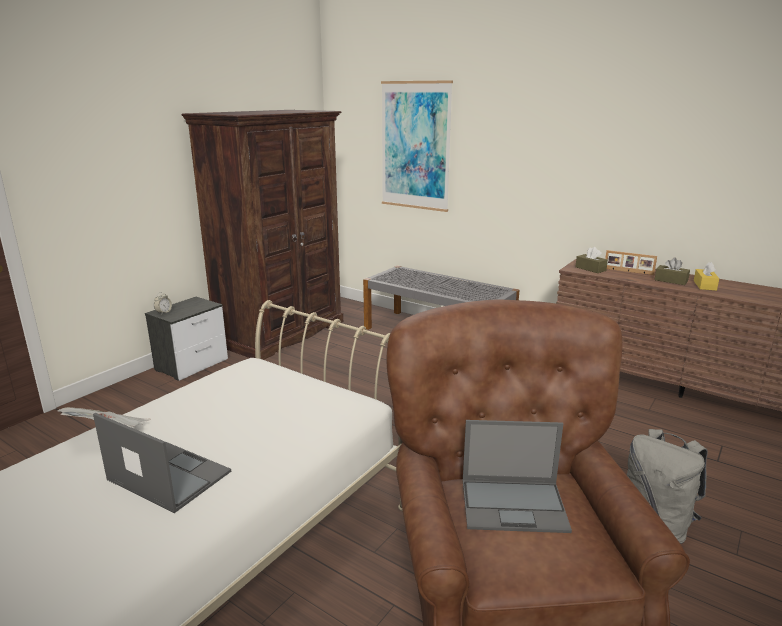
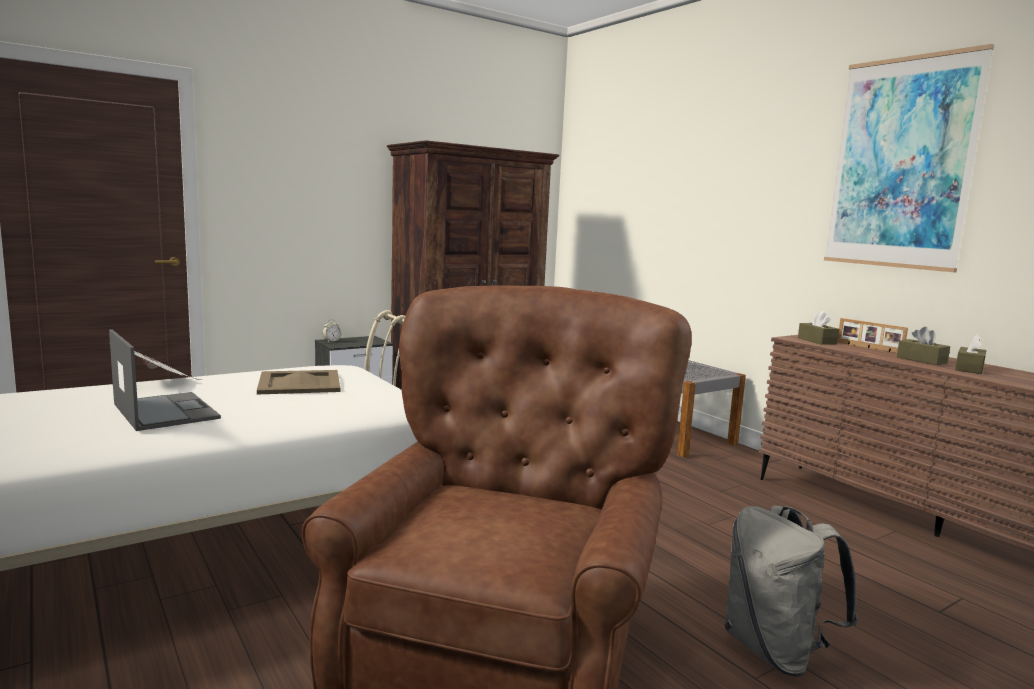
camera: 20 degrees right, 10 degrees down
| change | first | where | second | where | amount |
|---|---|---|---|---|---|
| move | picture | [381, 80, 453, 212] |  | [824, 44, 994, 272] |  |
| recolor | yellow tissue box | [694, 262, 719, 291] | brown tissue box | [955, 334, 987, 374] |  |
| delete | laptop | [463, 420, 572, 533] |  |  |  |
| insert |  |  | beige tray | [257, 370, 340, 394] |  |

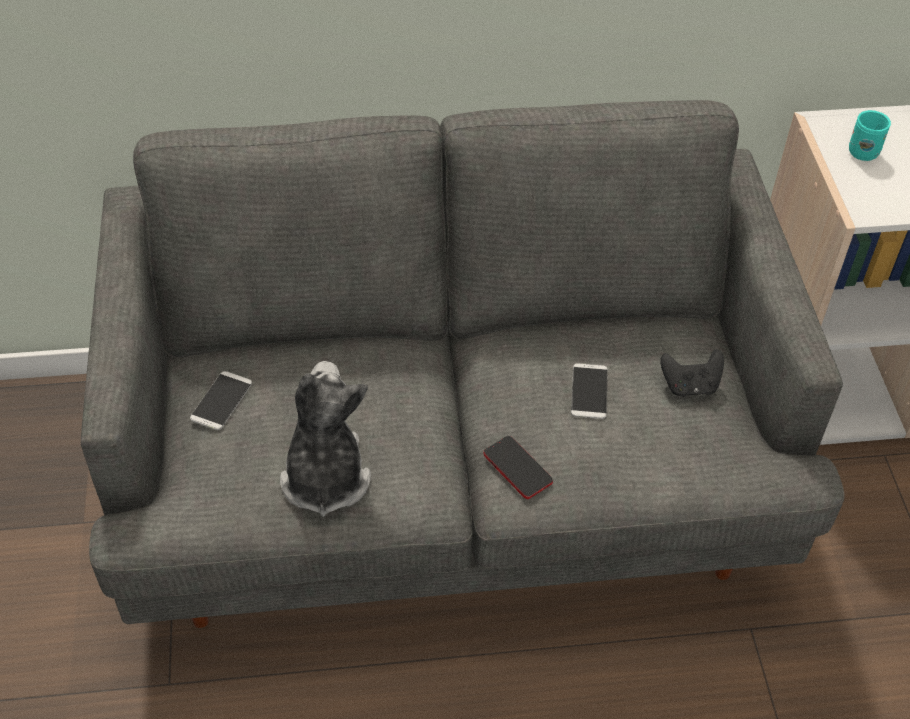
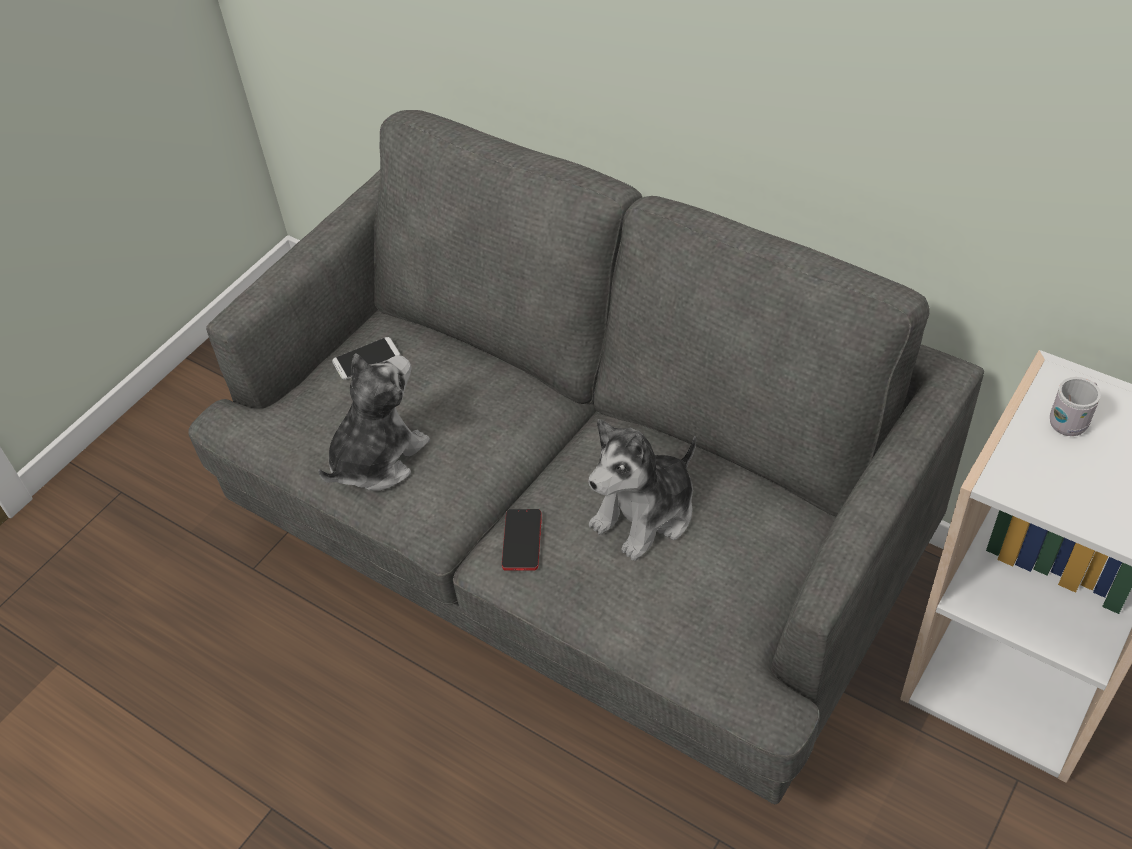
camera: 45 degrees right, 0 degrees up
| change | first | where | second | where | amount |
|---|---|---|---|---|---|
| recolor | turquoise mug | [849, 110, 891, 161] | white mug | [1050, 377, 1101, 436] |  |
| delete | black game controller | [660, 349, 724, 397] |  |  |  |
| replace | phone | [571, 363, 608, 419] | plush toy | [588, 419, 696, 561] |  |

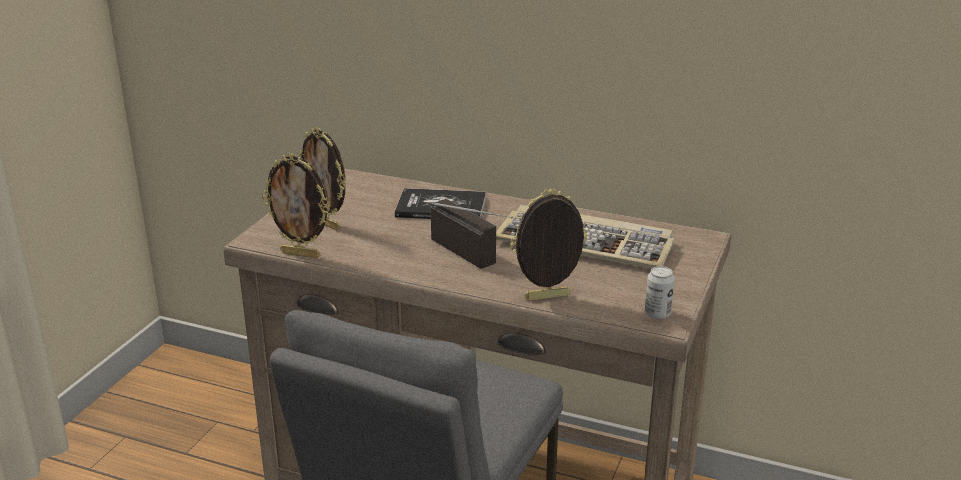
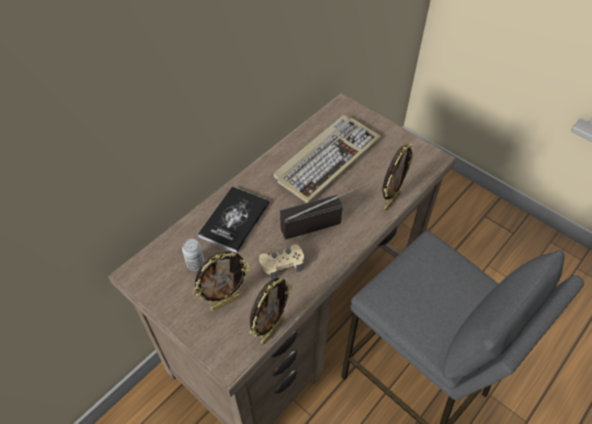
camera: 70 degrees left, 25 degrees up
| change | first | where | second | where | amount |
|---|---|---|---|---|---|
| rotate | picture frame | [510, 189, 587, 300] |  | [382, 144, 413, 211] | 150 degrees counterclockwise |
| move | can | [645, 266, 675, 319] |  | [182, 239, 205, 271] |  |
| insert |  |  | beige game controller | [259, 244, 304, 280] |  |

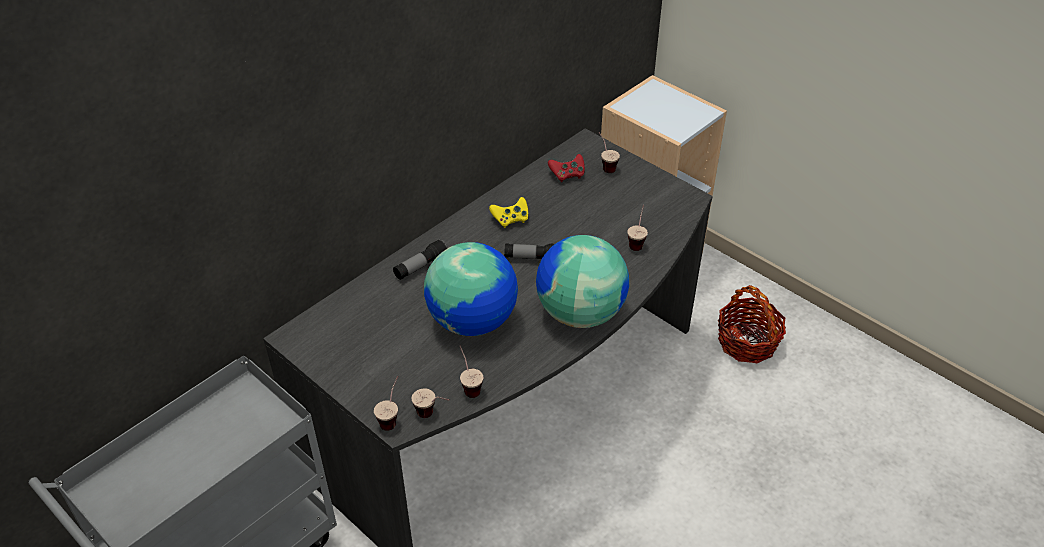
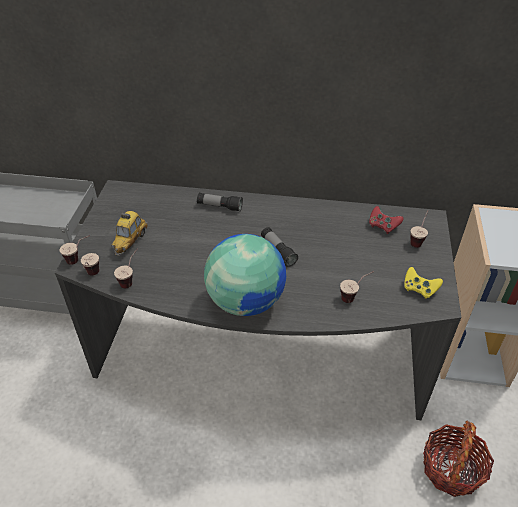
camera: 55 degrees right, 0 degrees up
| change | first | where | second | where | amount |
|---|---|---|---|---|---|
| move | yellow game controller | [489, 197, 528, 228] |  | [404, 267, 443, 299] |  |
| delete | globe | [424, 242, 518, 336] |  |  |  |
| insert |  |  | toy car | [111, 211, 148, 256] |  |

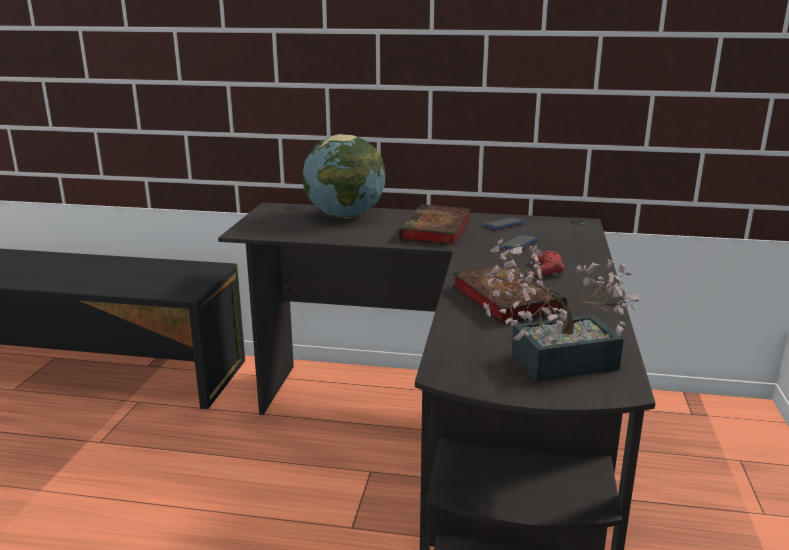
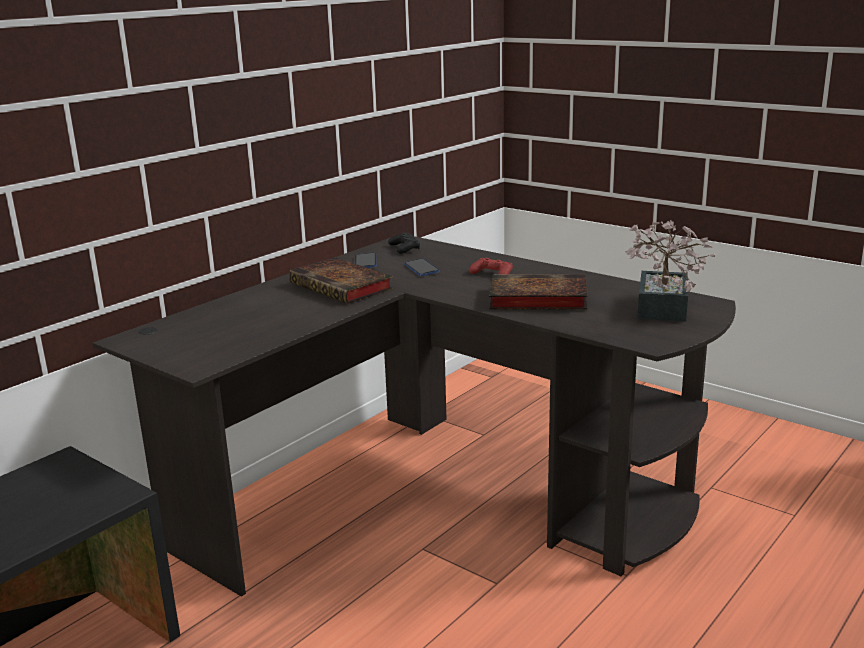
camera: 60 degrees left, 0 degrees up
| change | first | where | second | where | amount |
|---|---|---|---|---|---|
| delete | globe | [302, 134, 386, 218] |  |  |  |
| insert |  |  | black game controller | [388, 233, 420, 254] |  |

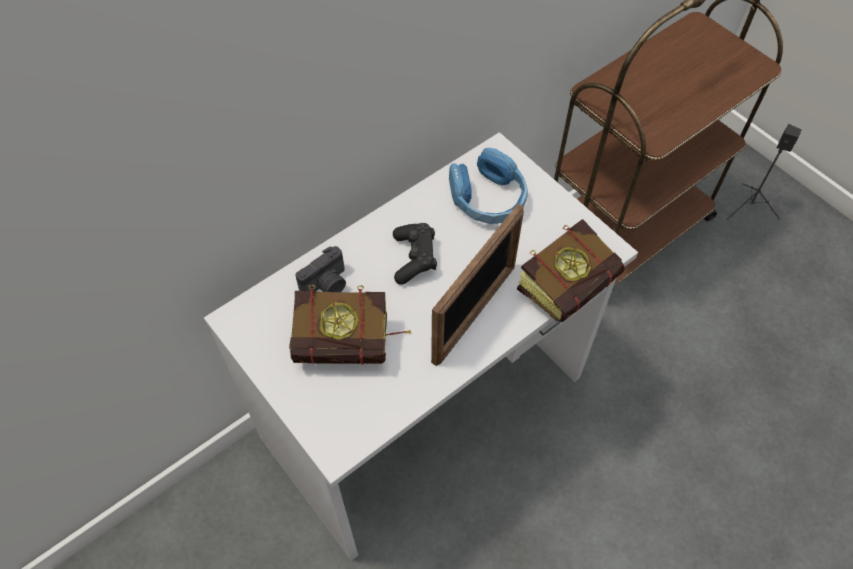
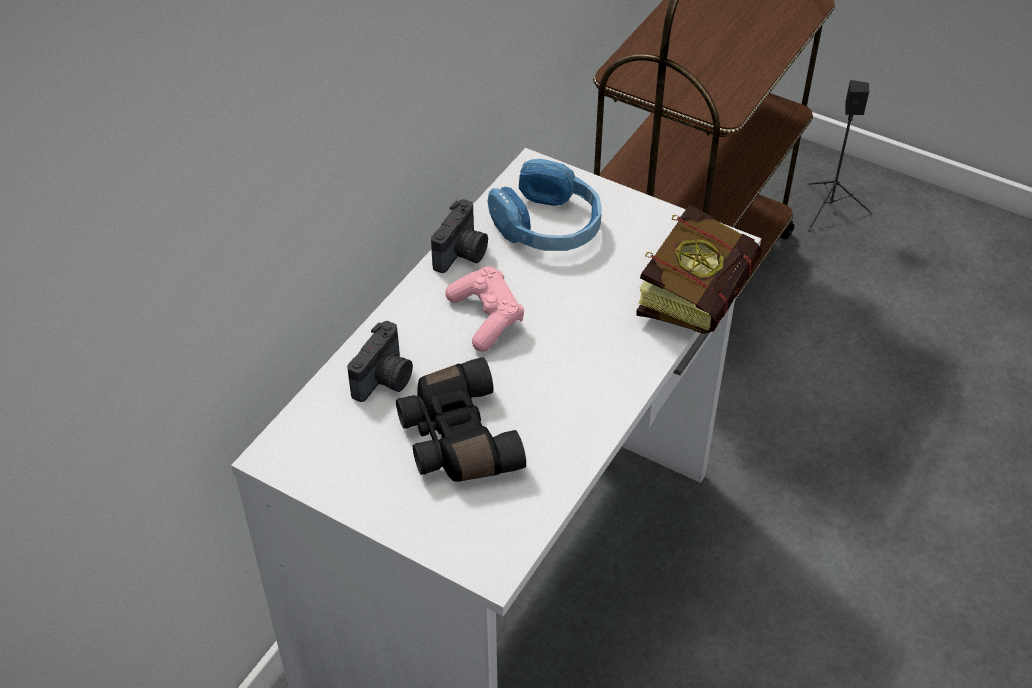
camera: 20 degrees left, 10 degrees down
| change | first | where | second | where | amount |
|---|---|---|---|---|---|
| delete | picture frame | [431, 204, 524, 366] |  |  |  |
| recolor | black game controller | [393, 223, 437, 285] | pink game controller | [446, 266, 524, 352] |  |
| replace | book | [289, 285, 411, 364] | black binoculars | [396, 357, 526, 482] |  |
| insert |  |  | photo camera | [431, 199, 488, 273] |  |

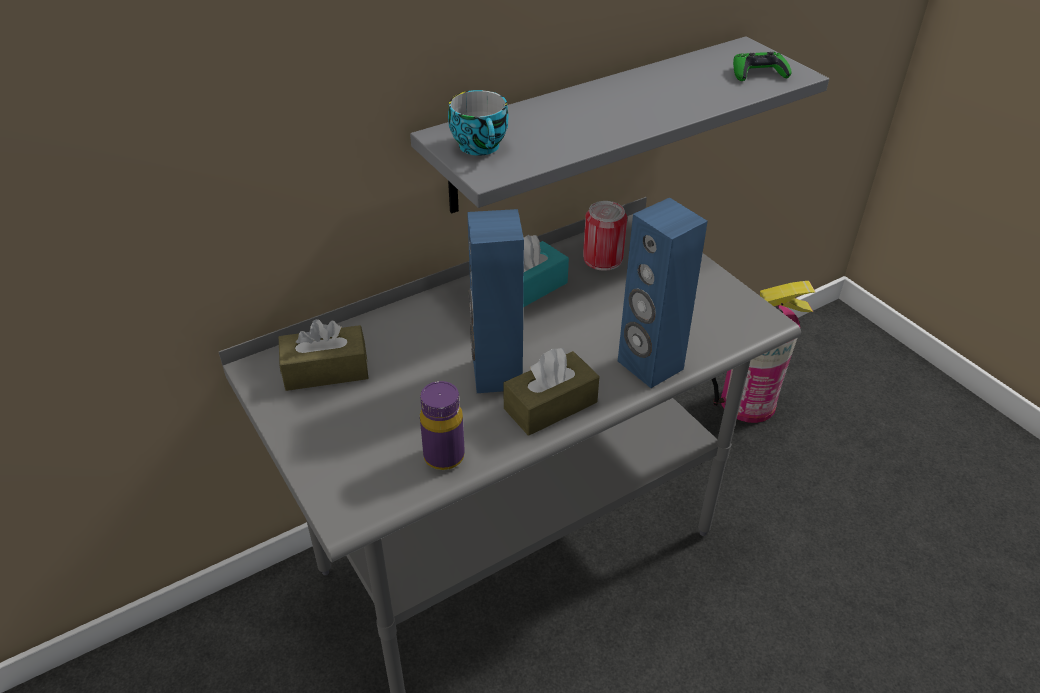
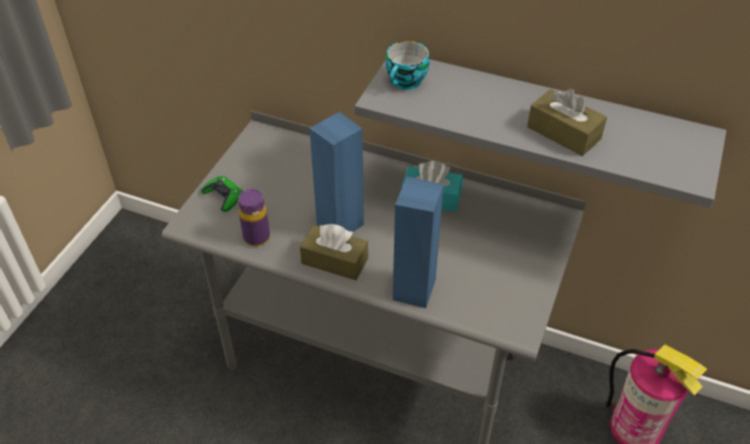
camera: 55 degrees right, 5 degrees up
| change | first | where | second | where | amount |
|---|---|---|---|---|---|
| move | green game controller | [733, 52, 792, 81] |  | [201, 176, 243, 212] |  |
| delete | can | [583, 201, 627, 271] |  |  |  |
| move | brown tissue box | [279, 319, 368, 391] |  | [527, 89, 607, 156] |  |

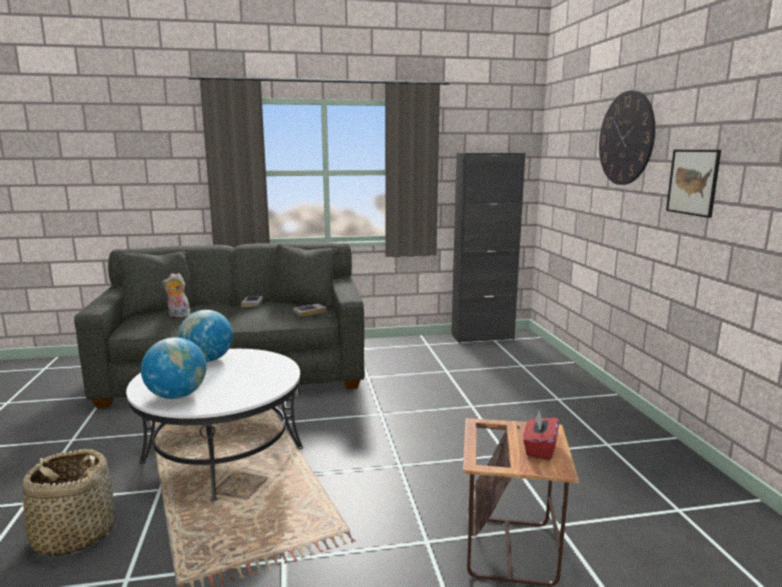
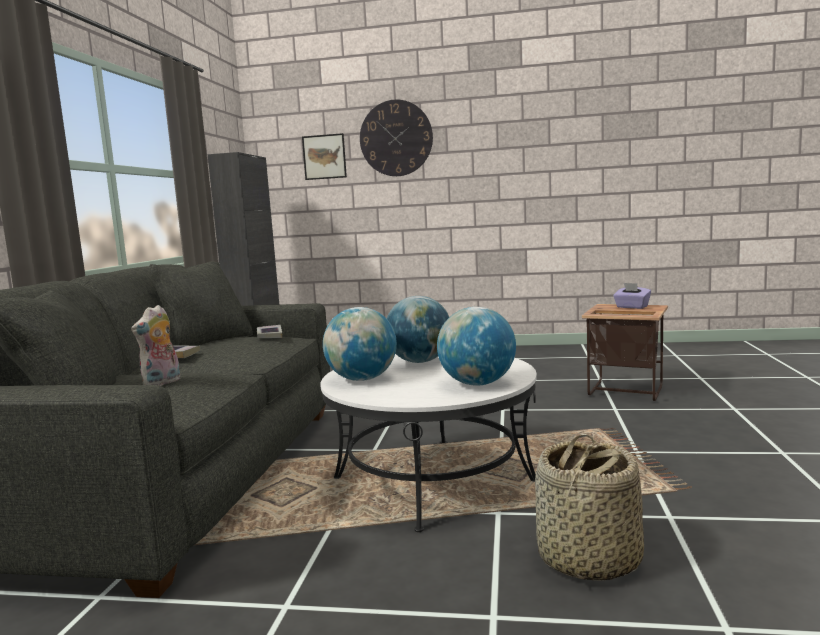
camera: 70 degrees left, 5 degrees down
| change | first | where | second | where | amount |
|---|---|---|---|---|---|
| move | picture | [666, 150, 721, 218] |  | [302, 133, 347, 180] |  |
| recolor | red tissue box | [523, 410, 559, 460] | purple tissue box | [613, 283, 651, 309] |  |
| insert |  |  | globe | [387, 296, 449, 363] |  |

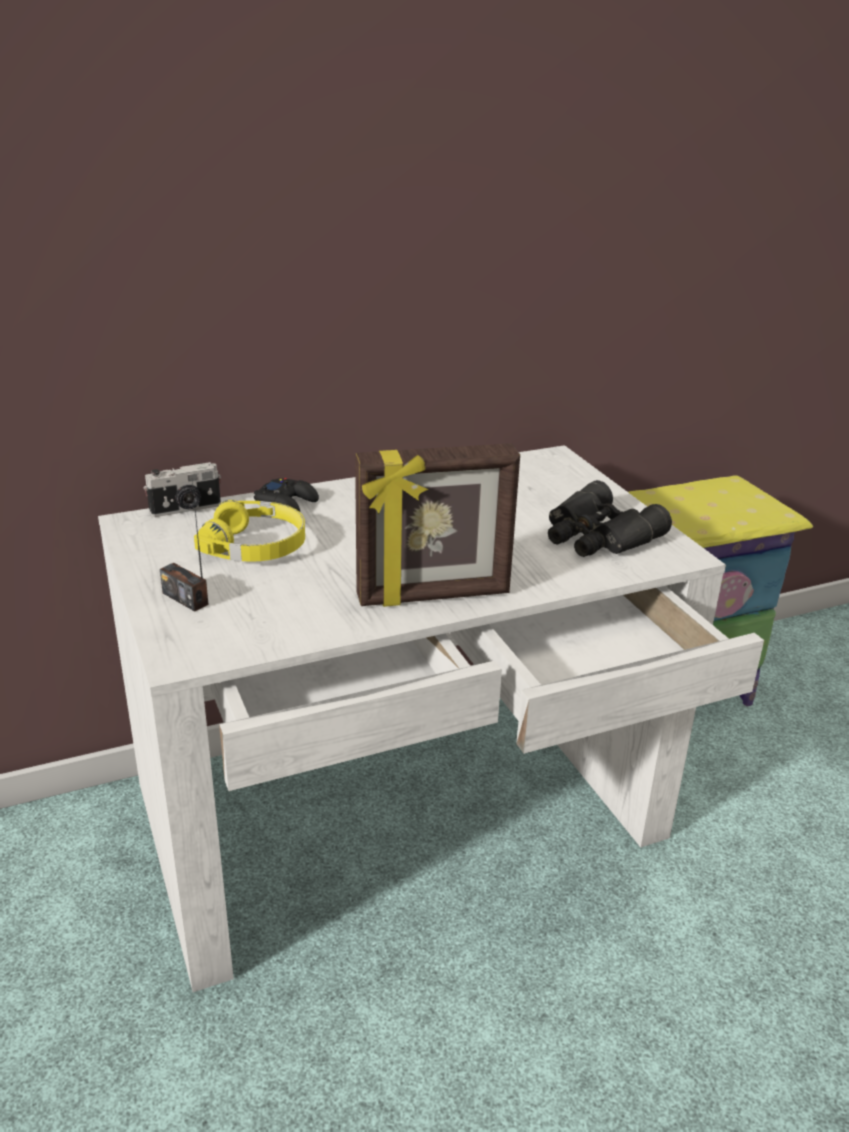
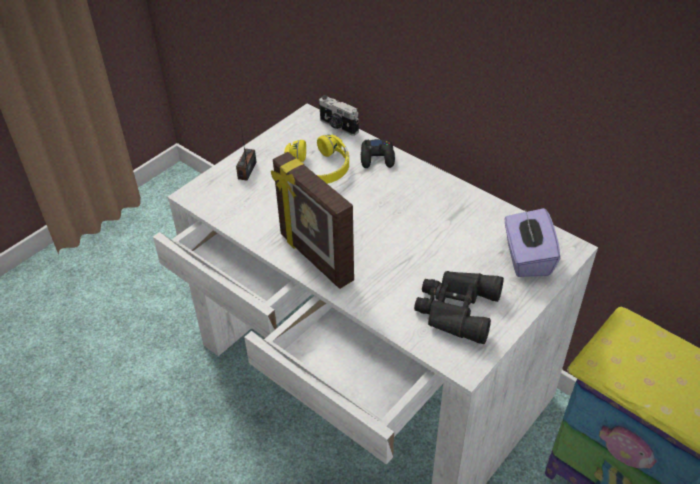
camera: 65 degrees right, 15 degrees up
| change | first | where | second | where | amount |
|---|---|---|---|---|---|
| insert |  |  | purple tissue box | [504, 208, 560, 277] |  |

